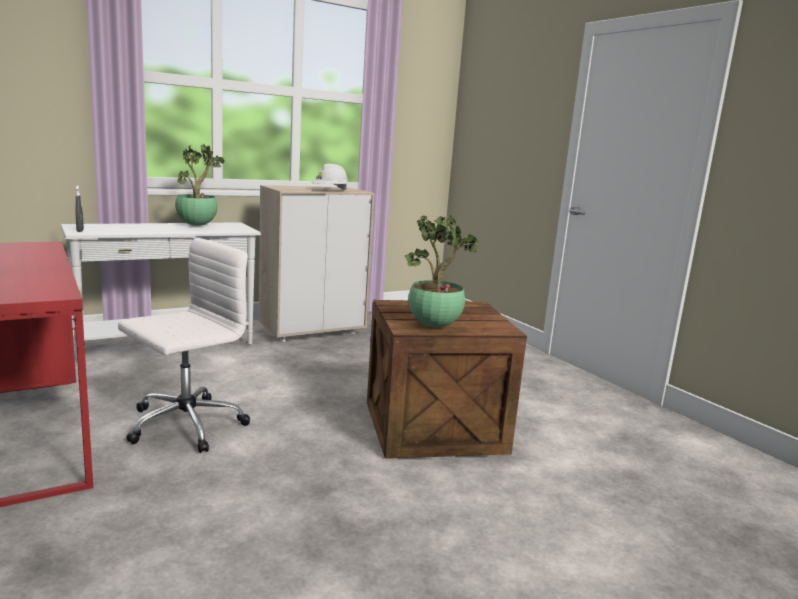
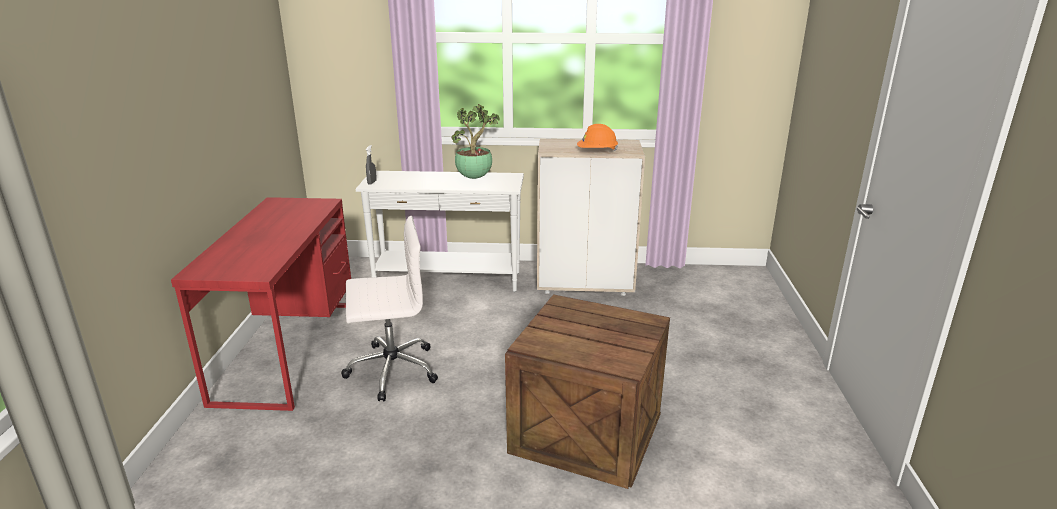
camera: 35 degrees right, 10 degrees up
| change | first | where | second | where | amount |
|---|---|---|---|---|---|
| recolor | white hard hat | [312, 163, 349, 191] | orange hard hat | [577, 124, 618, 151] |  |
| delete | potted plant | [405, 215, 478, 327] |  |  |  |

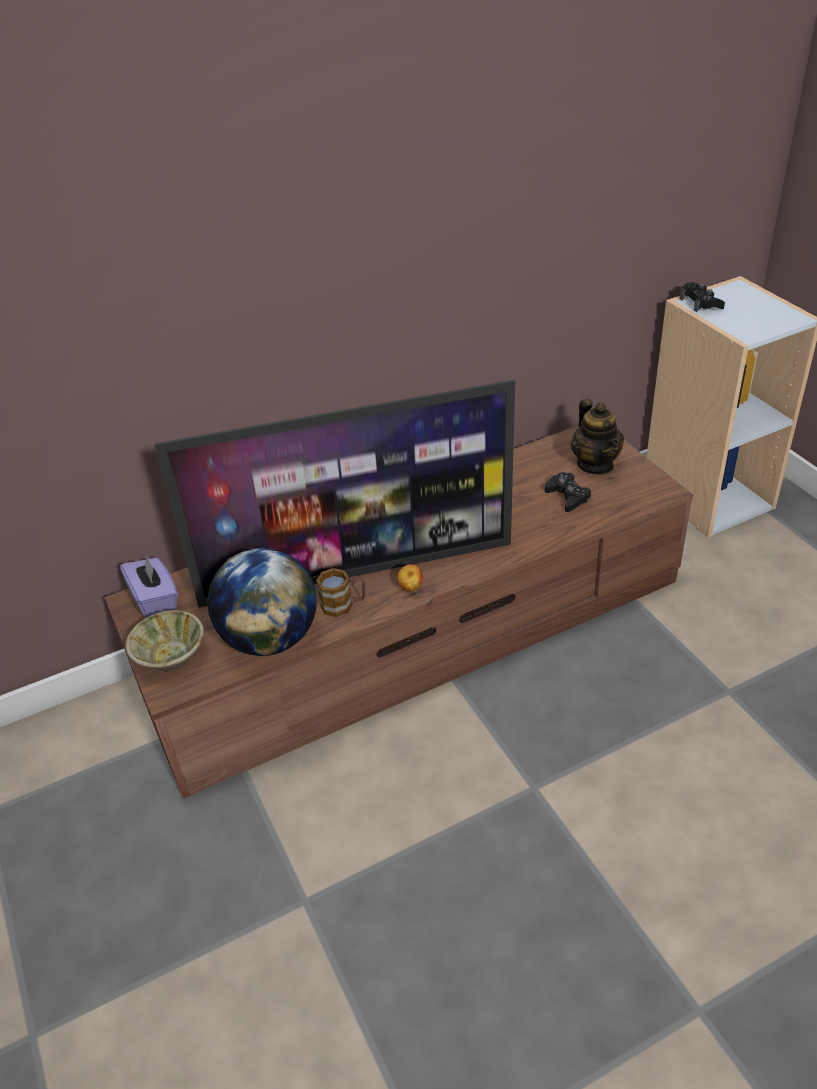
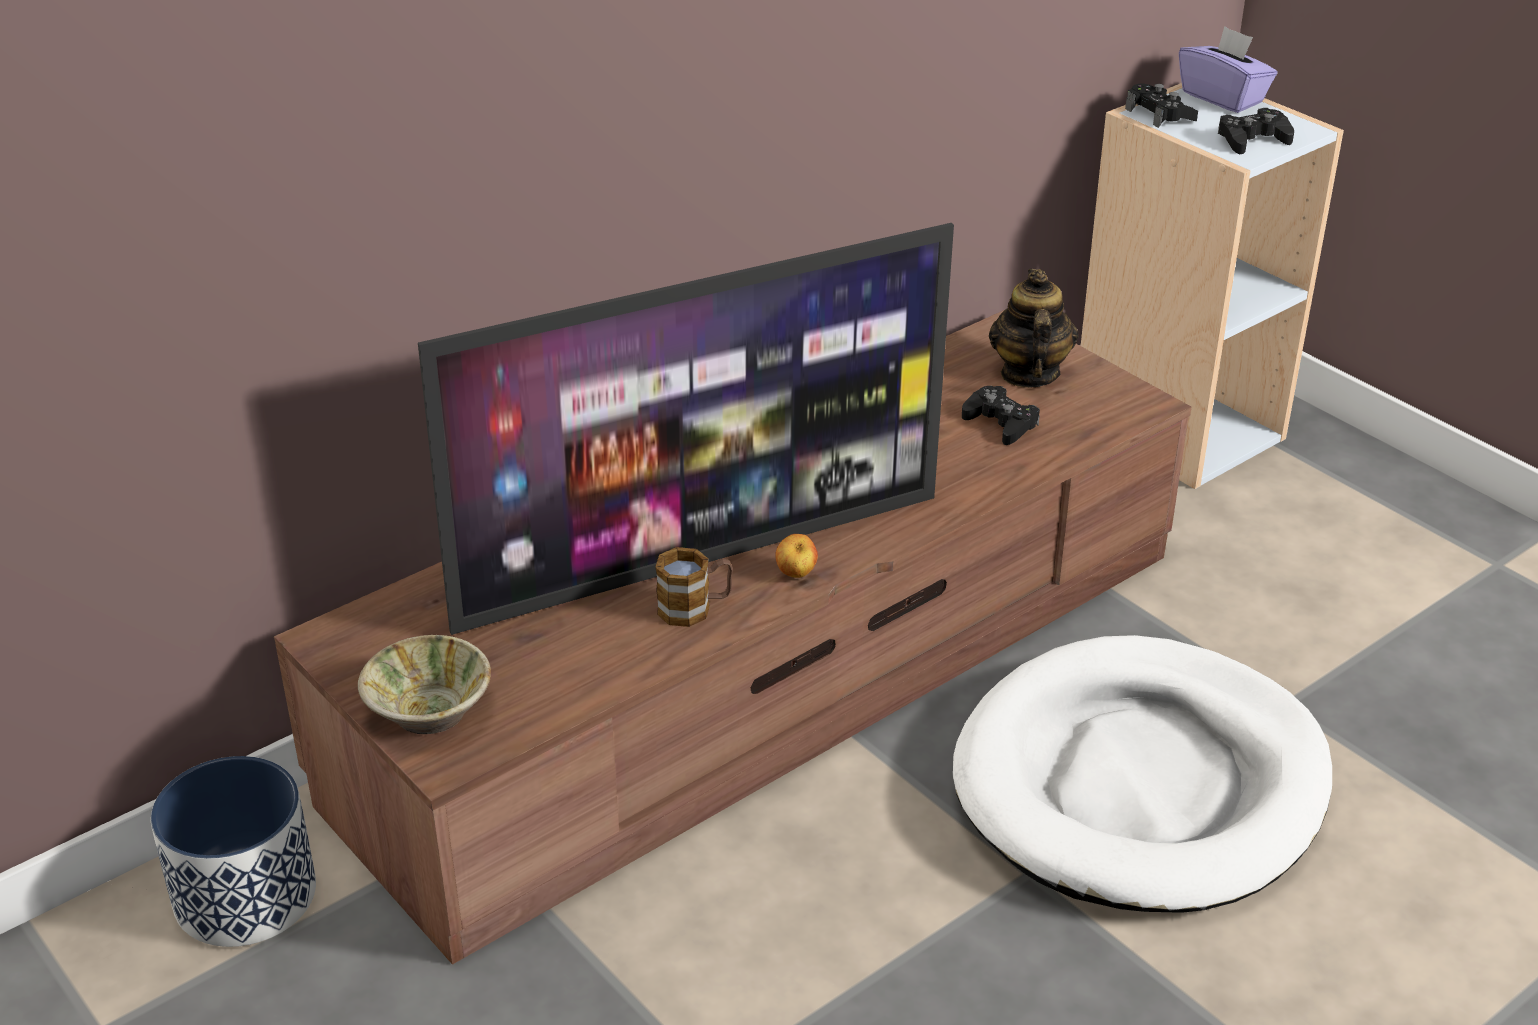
camera: 15 degrees left, 5 degrees down
| change | first | where | second | where | amount |
|---|---|---|---|---|---|
| rotate | teapot | [571, 399, 624, 475] |  | [989, 269, 1079, 388] | 150 degrees counterclockwise |
| delete | globe | [207, 548, 317, 656] |  |  |  |
| move | purple tissue box | [120, 556, 178, 618] |  | [1179, 26, 1277, 113] |  |
| insert |  |  | black game controller | [1218, 108, 1294, 154] |  |
| insert |  |  | white dog bed | [953, 635, 1332, 913] |  |
| insert |  |  | planter | [151, 756, 316, 947] |  |

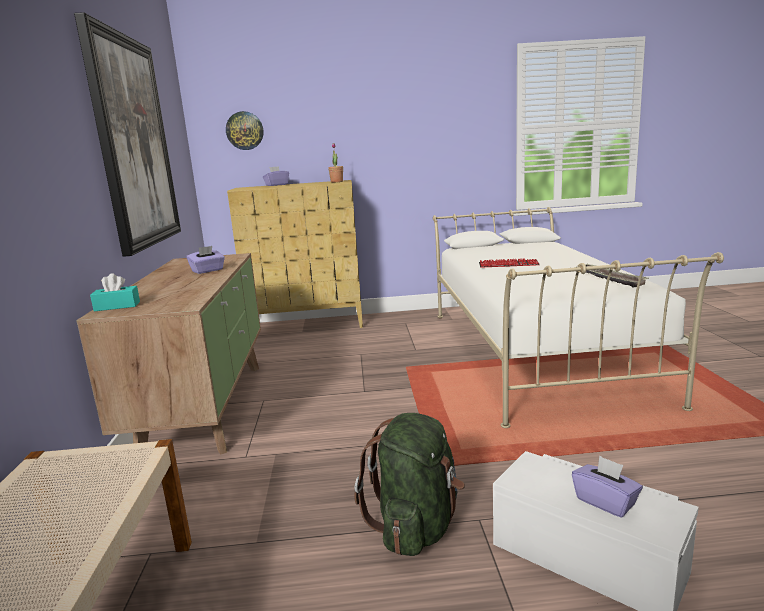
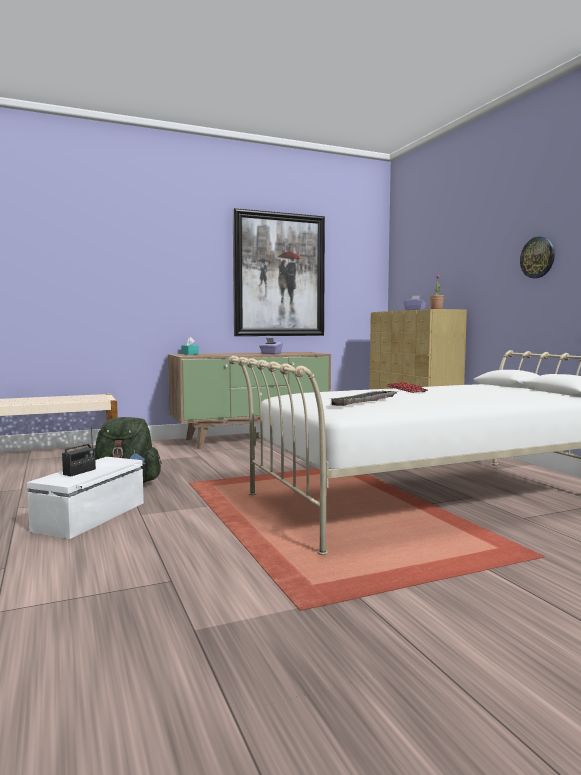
camera: 70 degrees right, 10 degrees down
| change | first | where | second | where | amount |
|---|---|---|---|---|---|
| move | wall clock | [226, 111, 264, 150] |  | [520, 237, 555, 278] |  |
| replace | purple tissue box | [572, 455, 643, 518] | radio | [62, 425, 96, 476] |  |

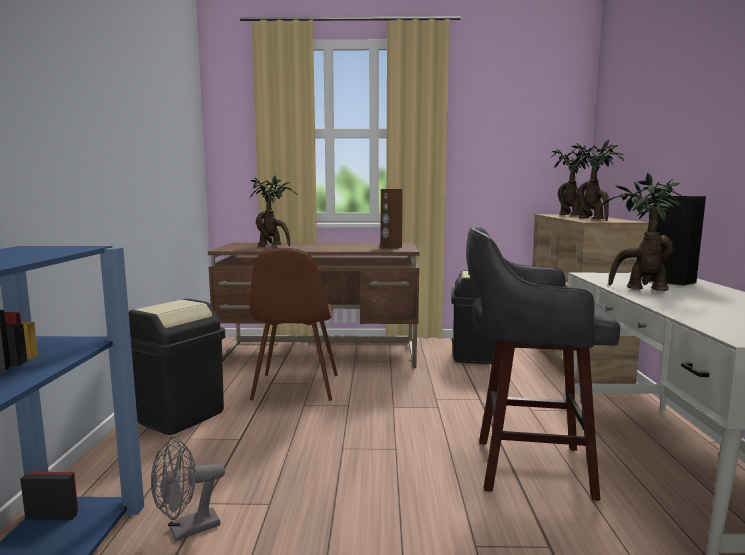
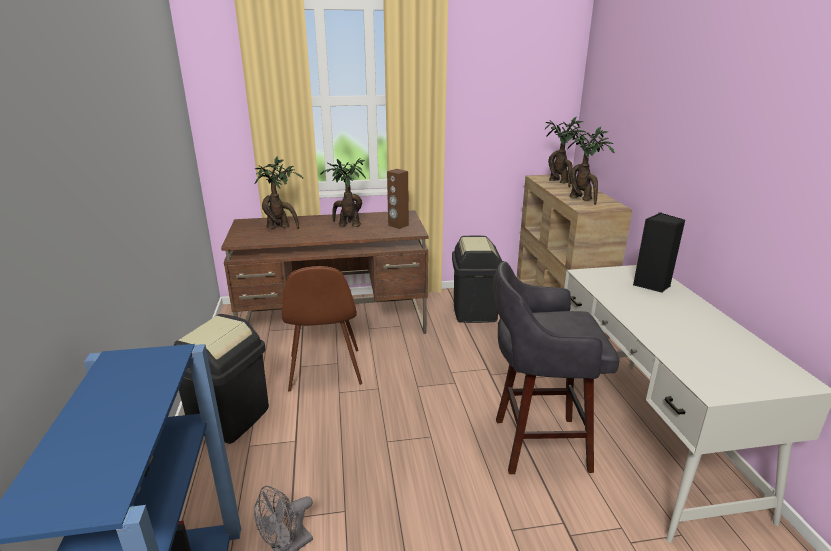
camera: 10 degrees left, 15 degrees up
| change | first | where | second | where | amount |
|---|---|---|---|---|---|
| move | potted plant | [600, 172, 684, 291] |  | [320, 158, 366, 227] |  |

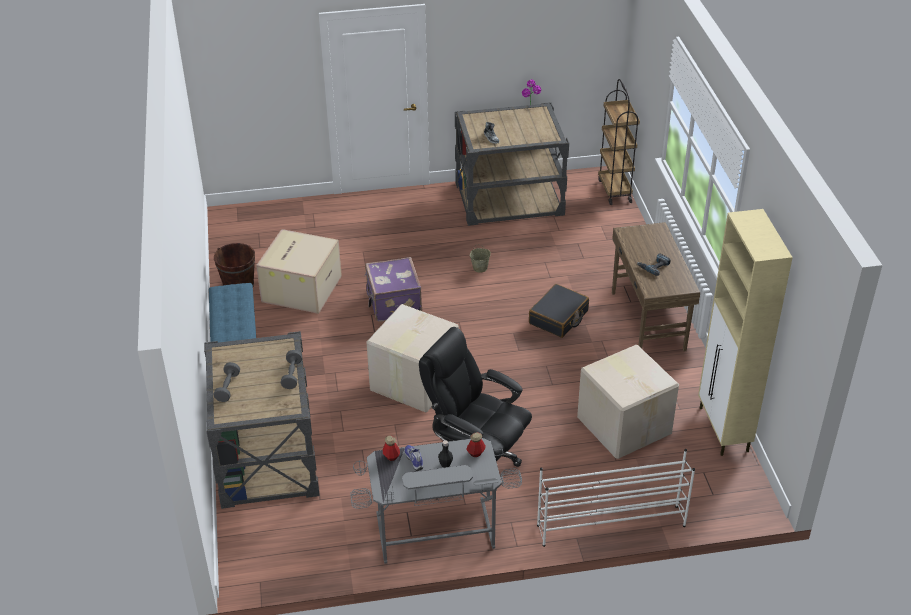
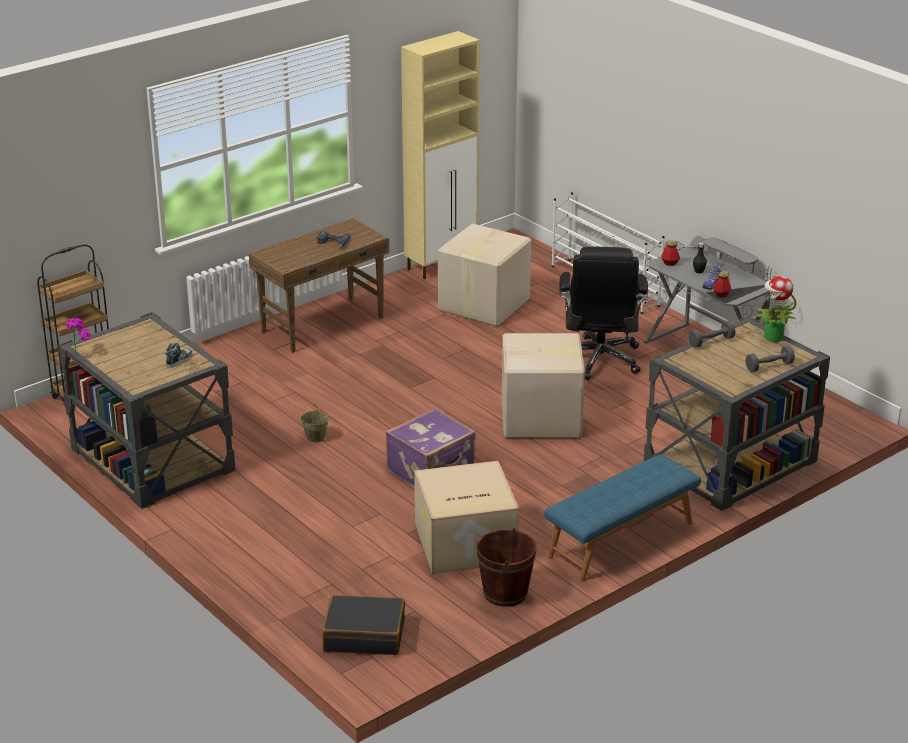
camera: 120 degrees left, 10 degrees down
| change | first | where | second | where | amount |
|---|---|---|---|---|---|
| move | black suitcase | [529, 284, 589, 338] |  | [322, 595, 405, 655] |  |
| insert |  |  | potted plant | [753, 276, 797, 342] |  |

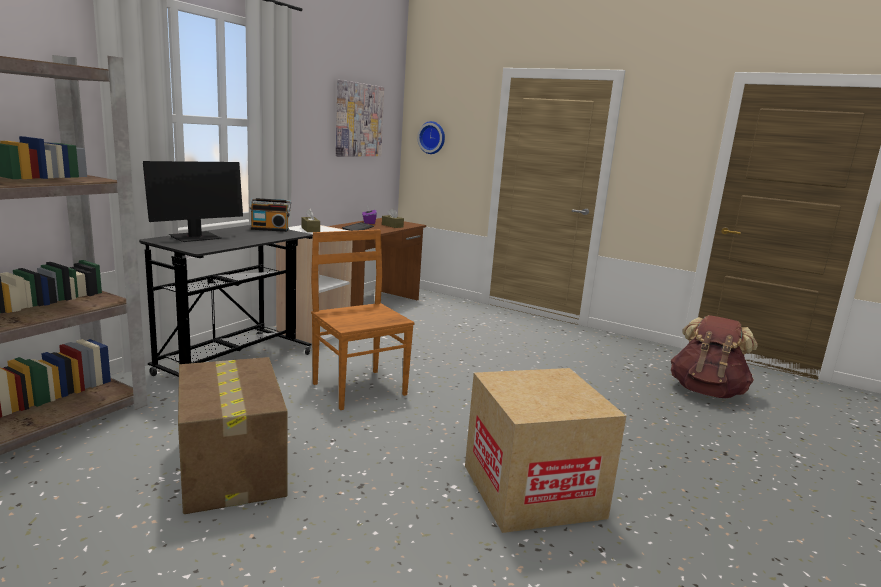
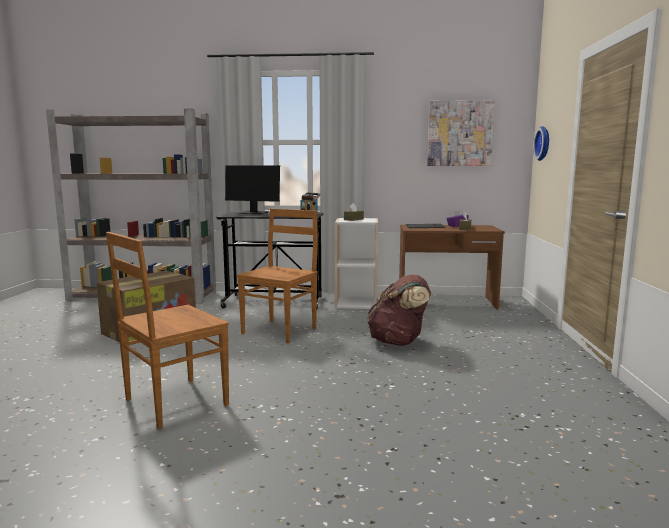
camera: 65 degrees right, 5 degrees down
| change | first | where | second | where | amount |
|---|---|---|---|---|---|
| move | brown backpack | [671, 315, 758, 398] |  | [367, 275, 431, 346] |  |
| replace | cardboard box | [465, 368, 626, 533] | brown chair | [106, 232, 229, 429] |  |

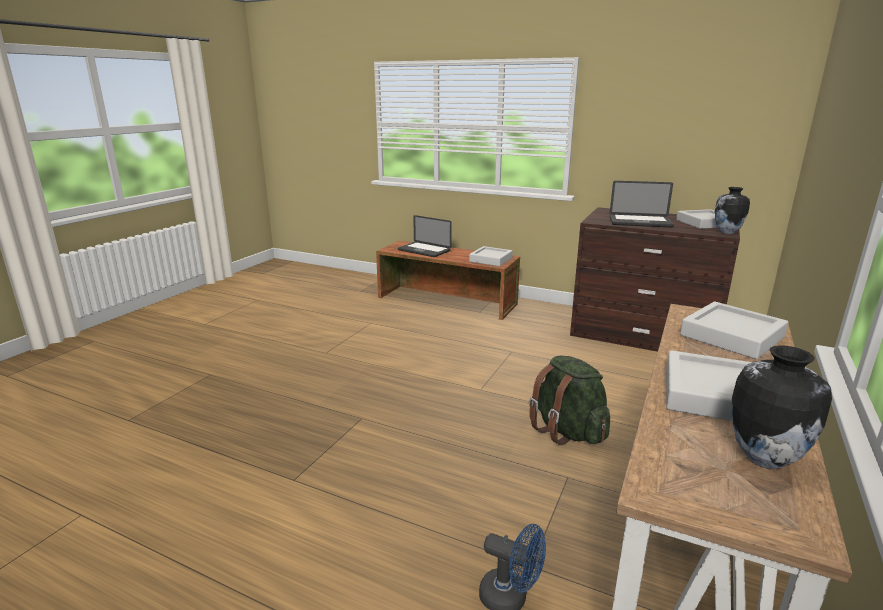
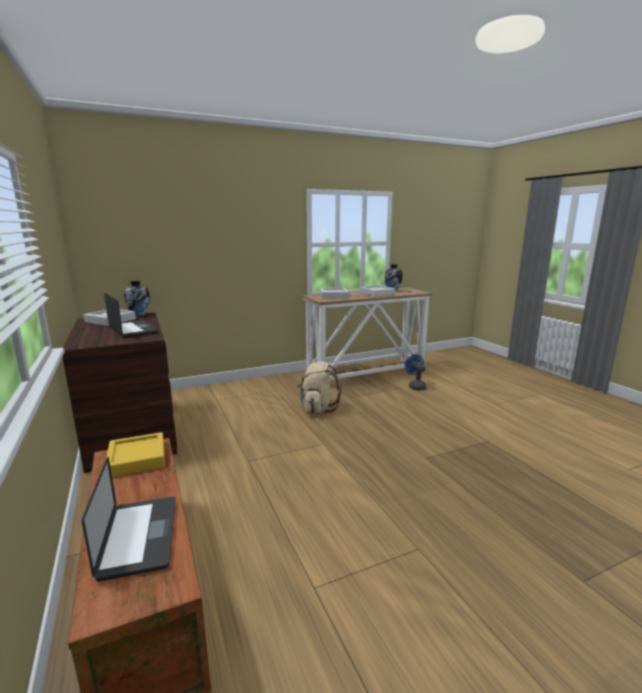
camera: 140 degrees left, 5 degrees down
| change | first | where | second | where | amount |
|---|---|---|---|---|---|
| recolor | grey tray | [469, 246, 513, 266] | yellow tray | [106, 432, 165, 477] |  |
| recolor | green backpack | [529, 356, 610, 445] | beige backpack | [297, 361, 341, 413] |  |

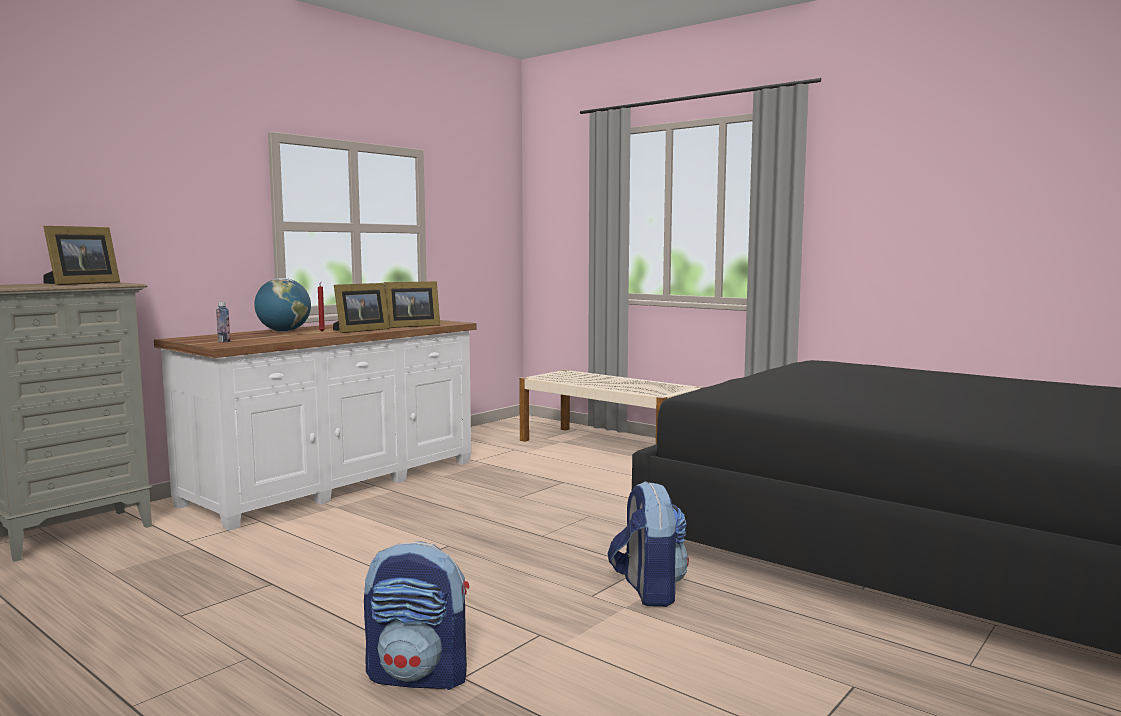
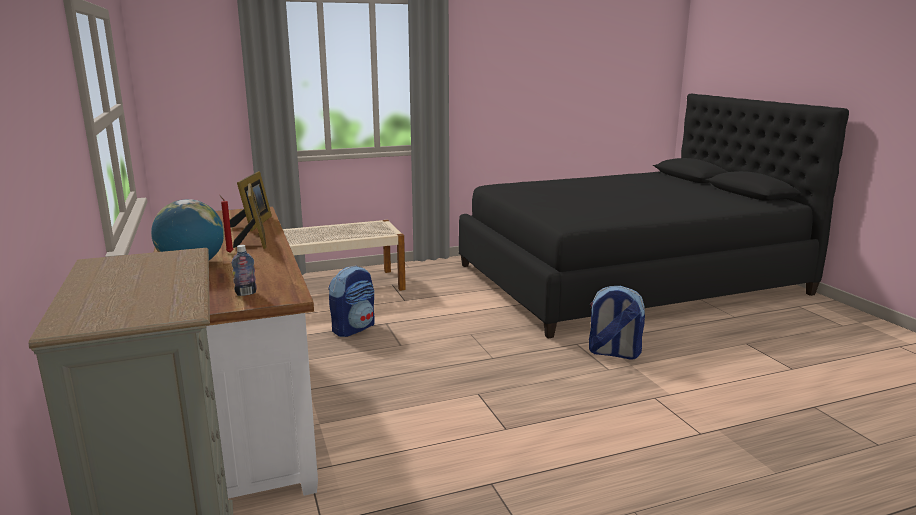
camera: 60 degrees left, 10 degrees up
| change | first | where | second | where | amount |
|---|---|---|---|---|---|
| delete | picture frame | [43, 226, 120, 285] |  |  |  |
| move | backpack | [364, 541, 469, 690] |  | [328, 265, 375, 337] |  |

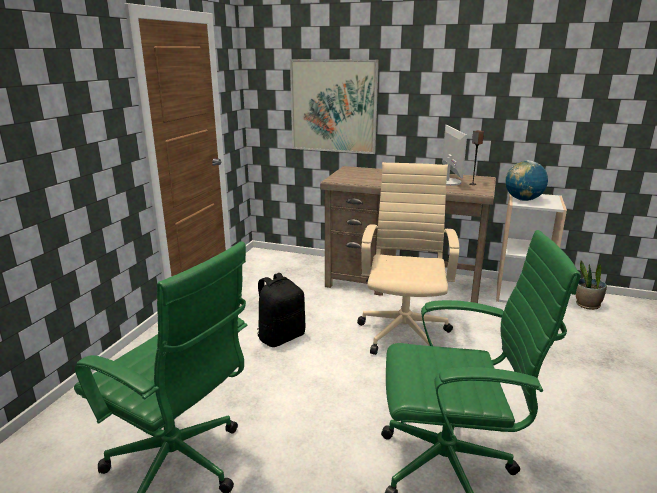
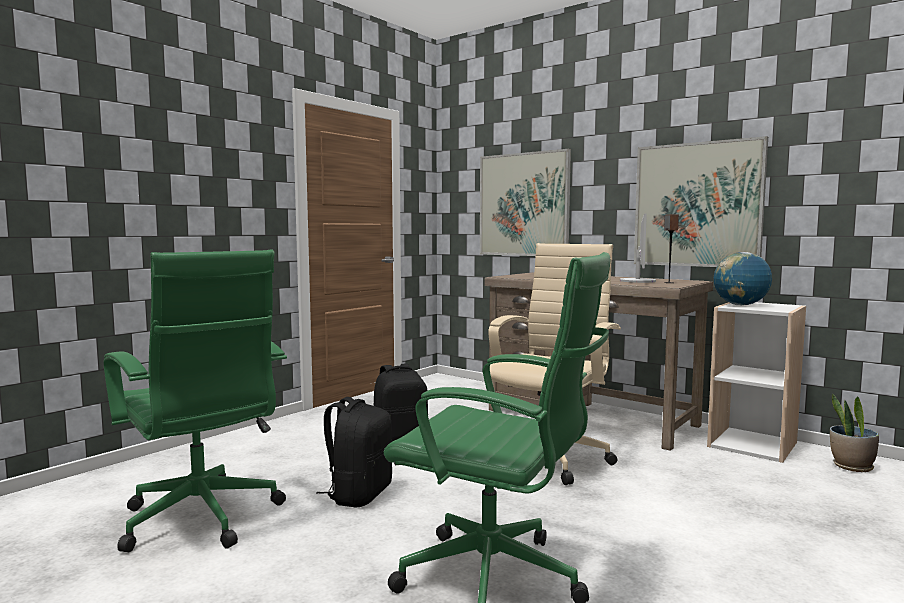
camera: 20 degrees right, 15 degrees down
| change | first | where | second | where | amount |
|---|---|---|---|---|---|
| insert |  |  | picture | [634, 136, 768, 267] |  |
| insert |  |  | black backpack | [316, 397, 392, 508] |  |

